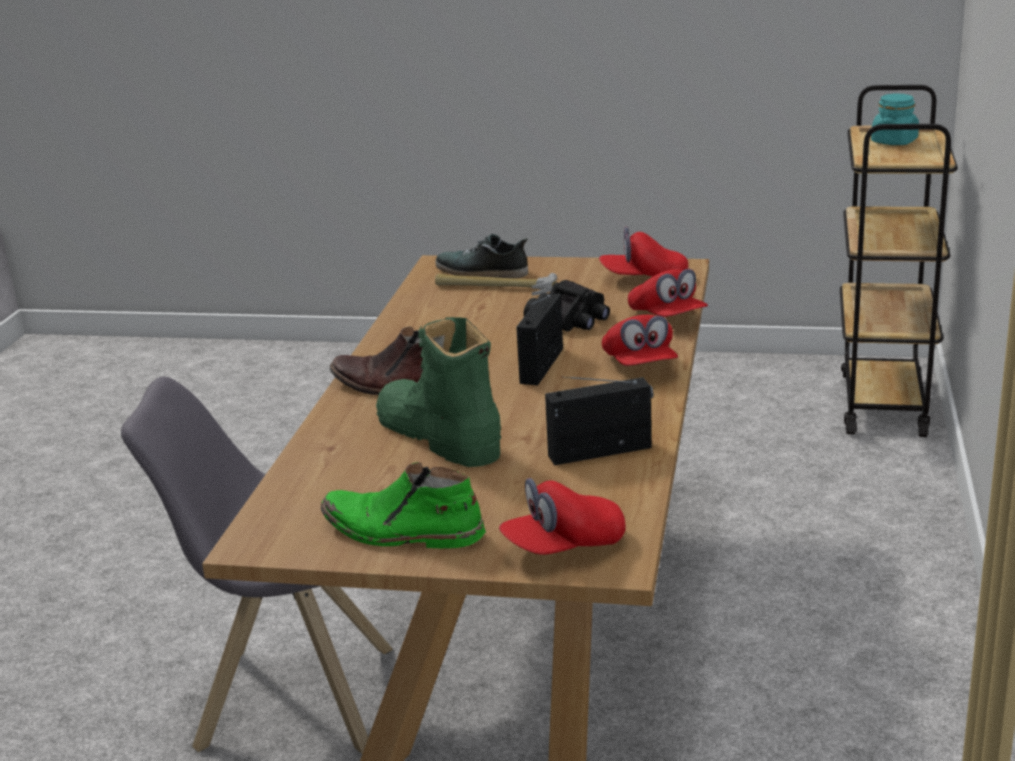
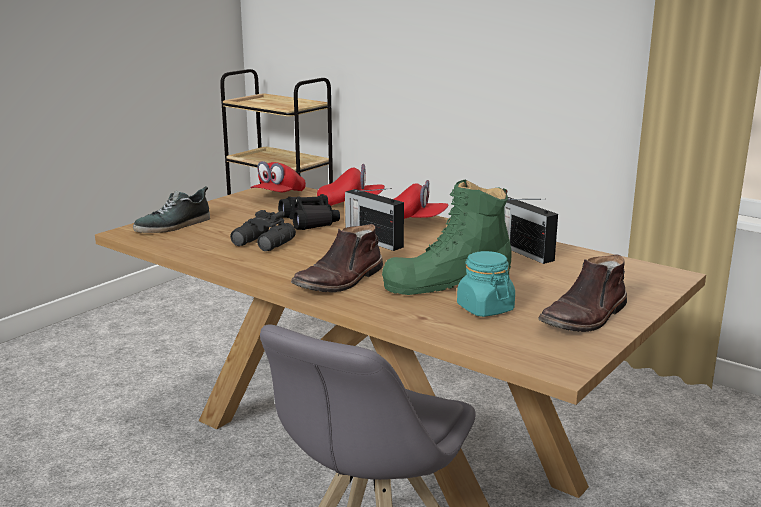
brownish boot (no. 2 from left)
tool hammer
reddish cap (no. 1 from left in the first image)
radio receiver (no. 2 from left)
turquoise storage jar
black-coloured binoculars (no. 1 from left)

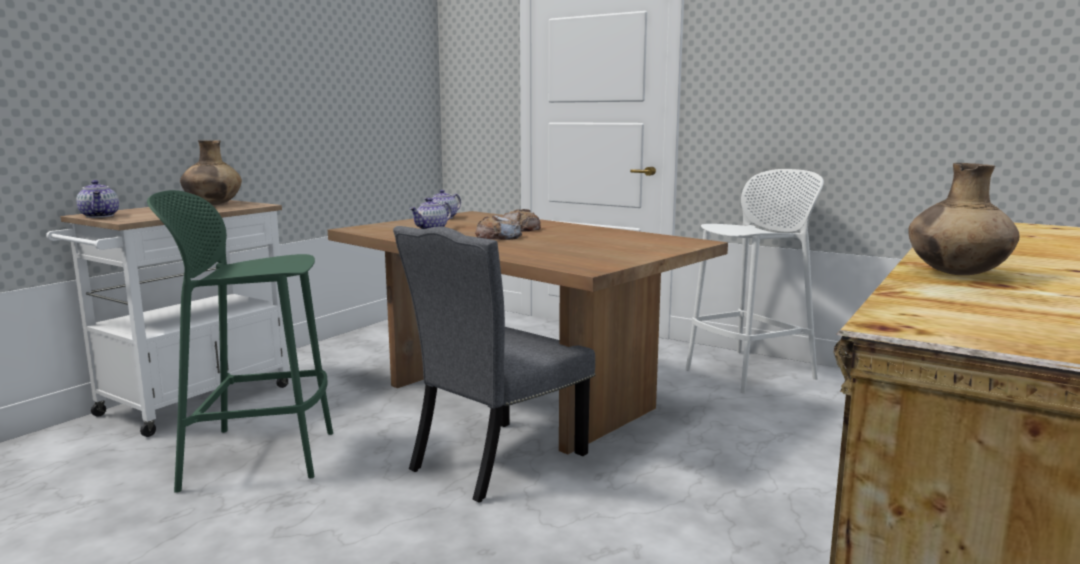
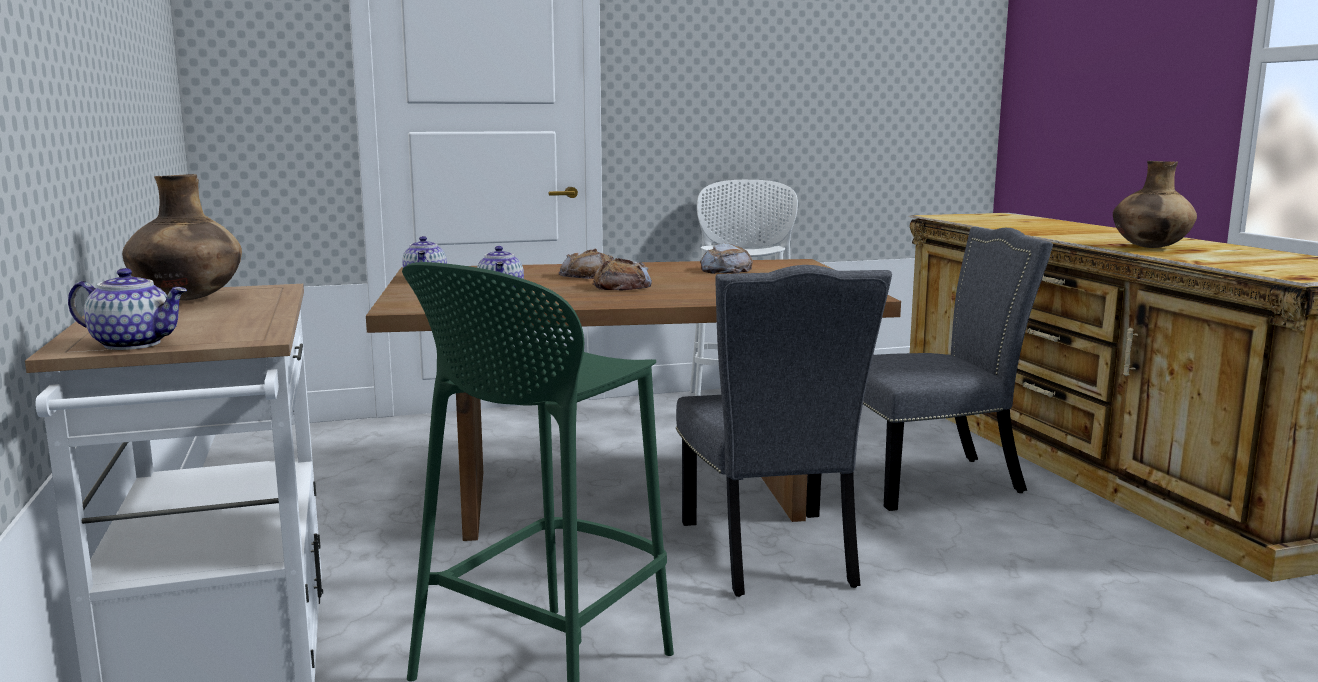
baked bread (no. 3 from left)
grey plain chair (no. 2 from left)

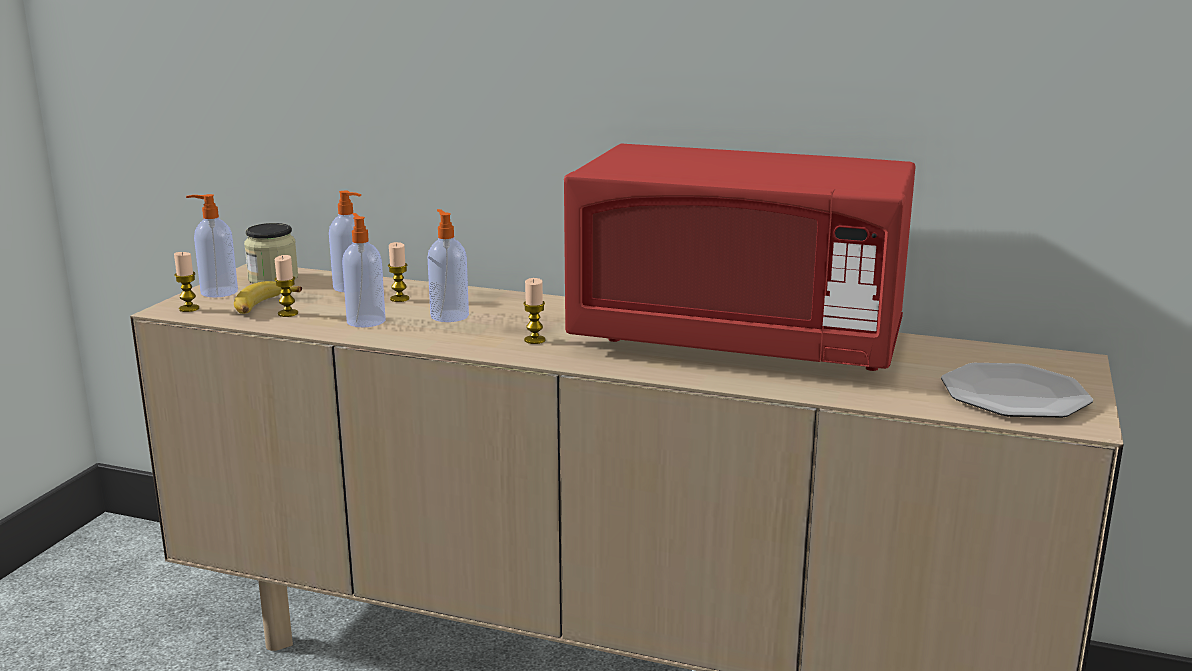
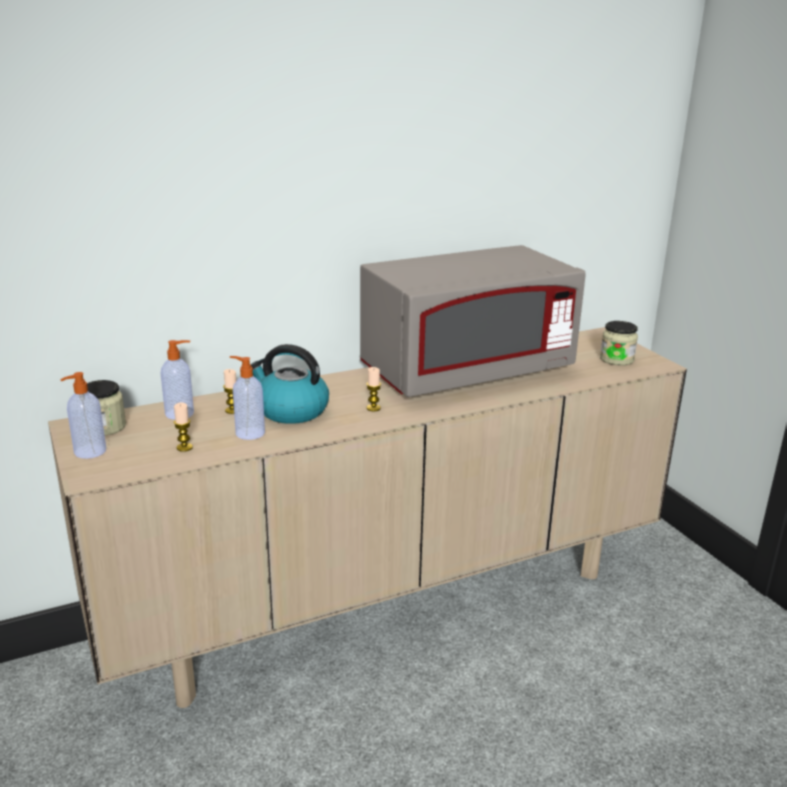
wax candle (no. 1 from left in the first image)
whole banana
kettle
grey microwave
storage jar (no. 2 from left)

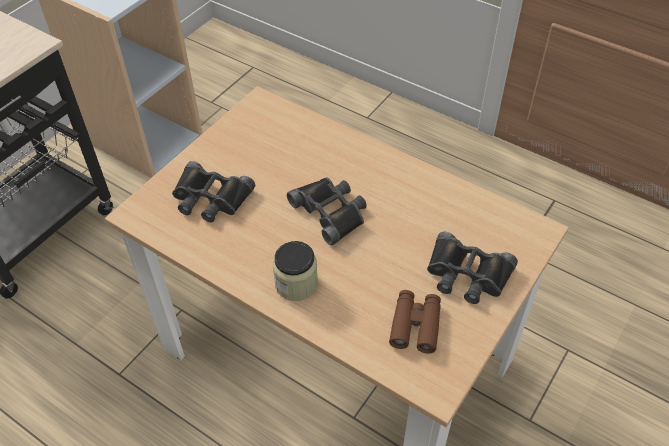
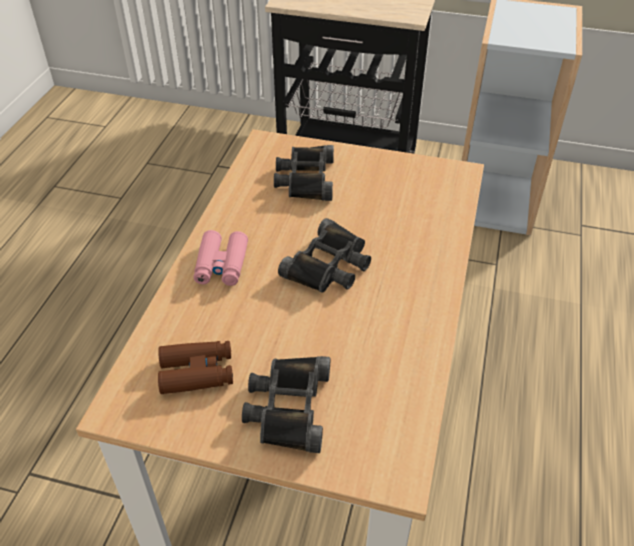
pink binoculars

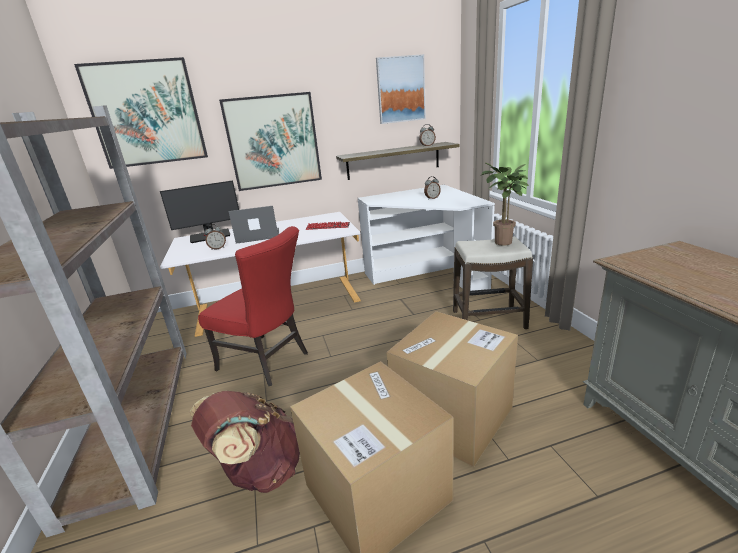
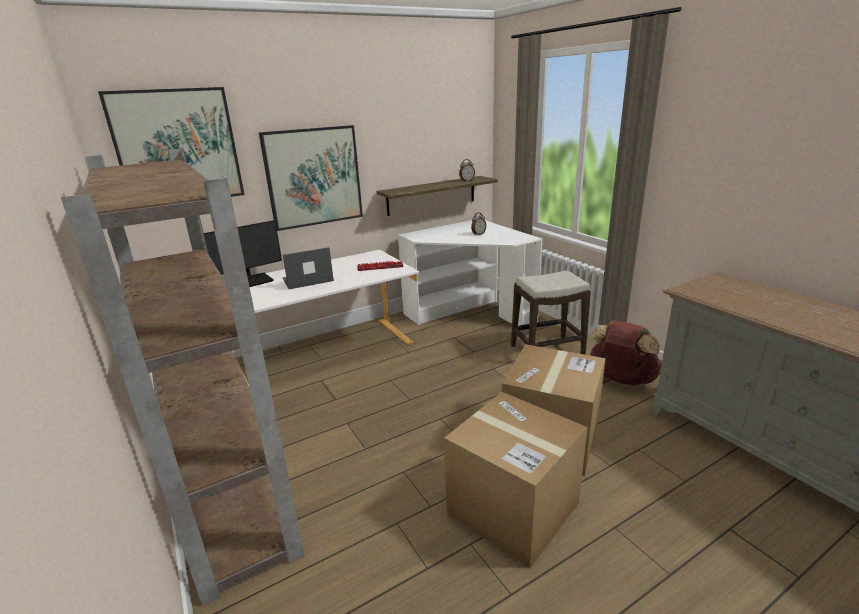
brownish backpack
reddish plain chair
table clock (no. 1 from left in the first image)
wall picture (no. 3 from left in the first image)
plant in a pot

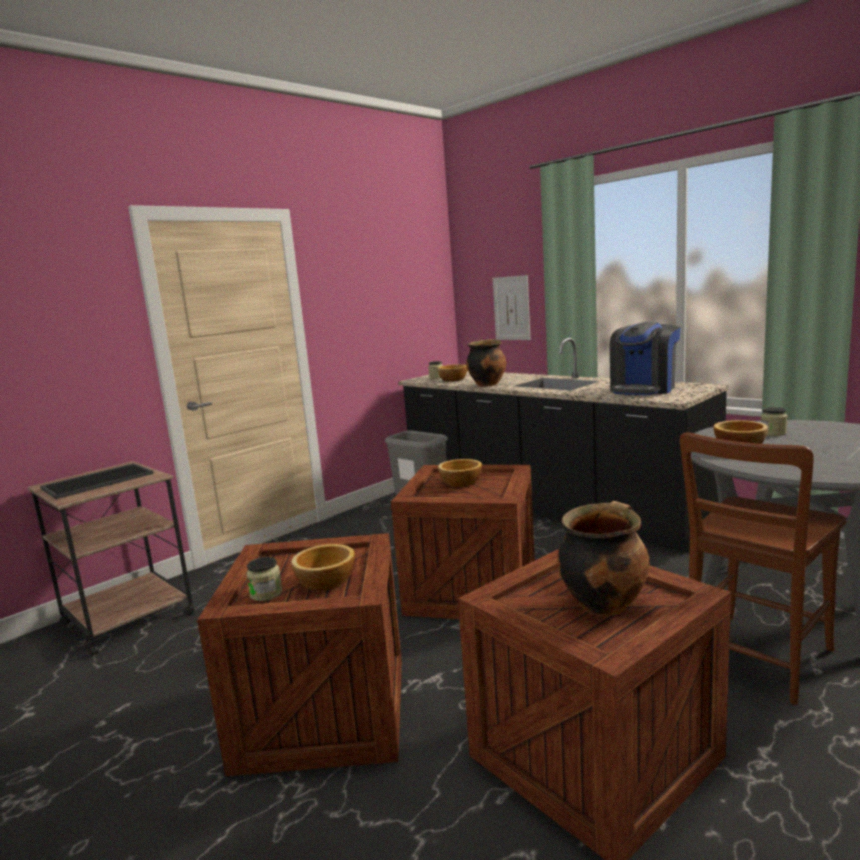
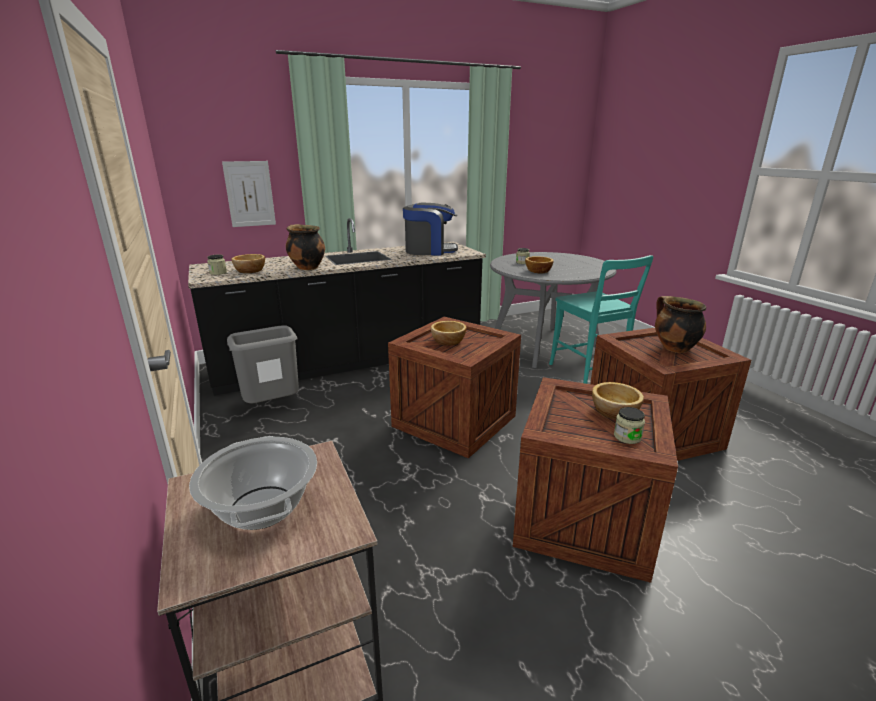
cooking pot (no. 1 from left)
coffee maker
turquoise plain chair

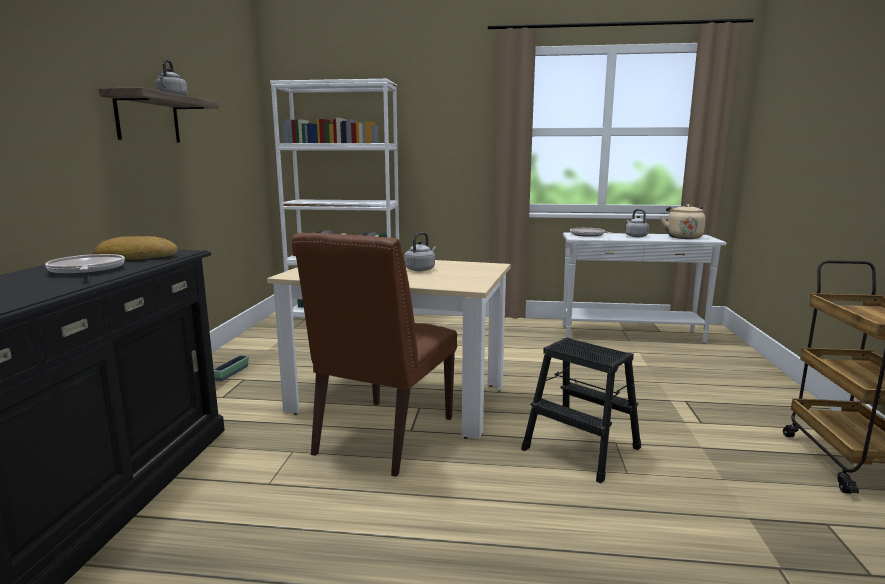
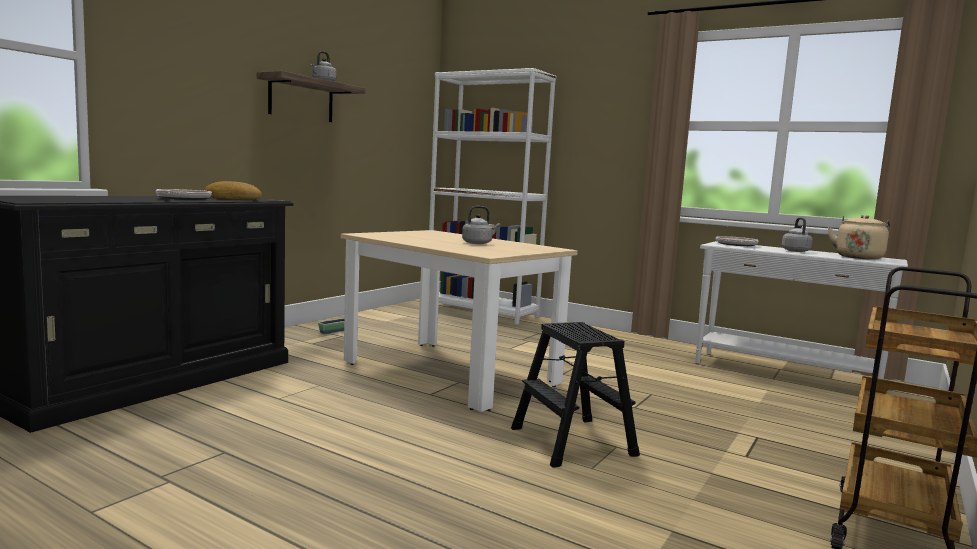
brownish plain chair

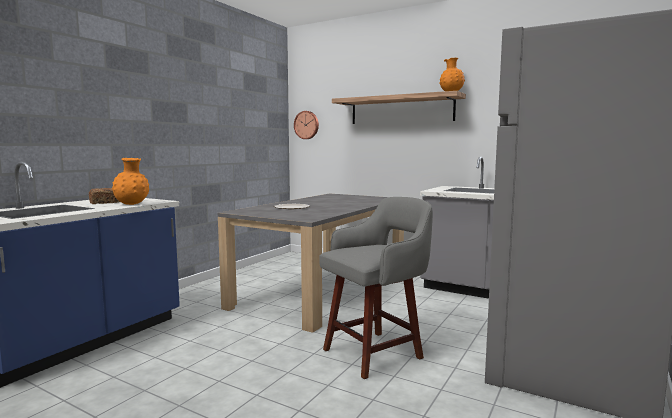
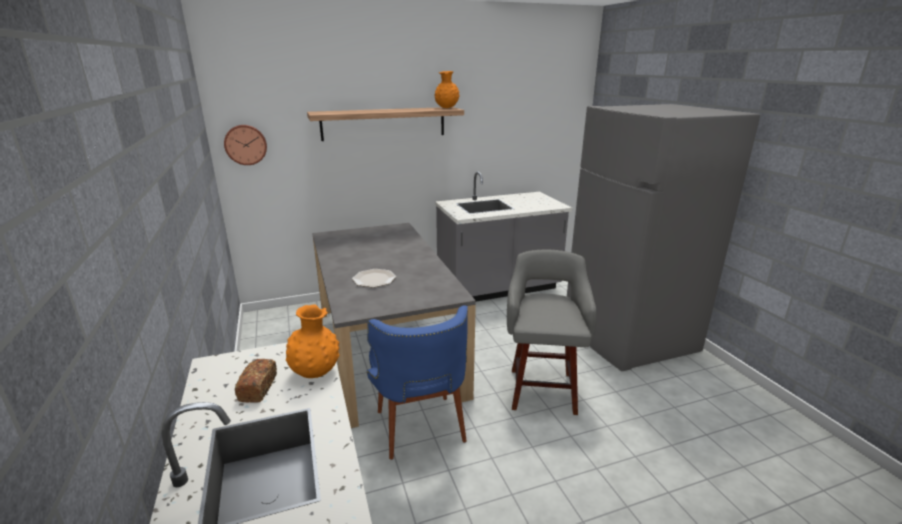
blue plain chair

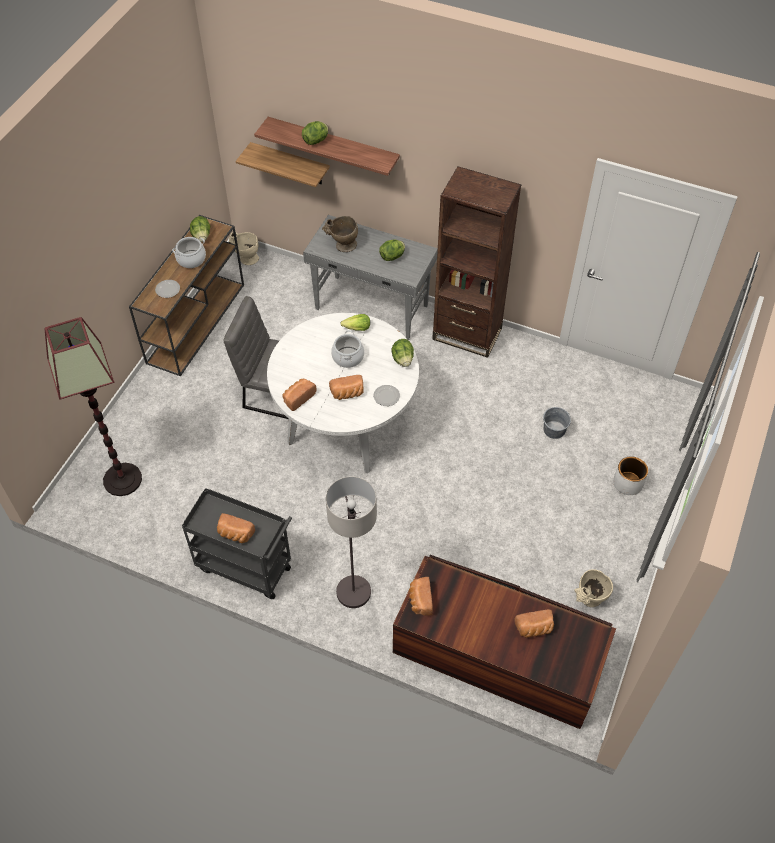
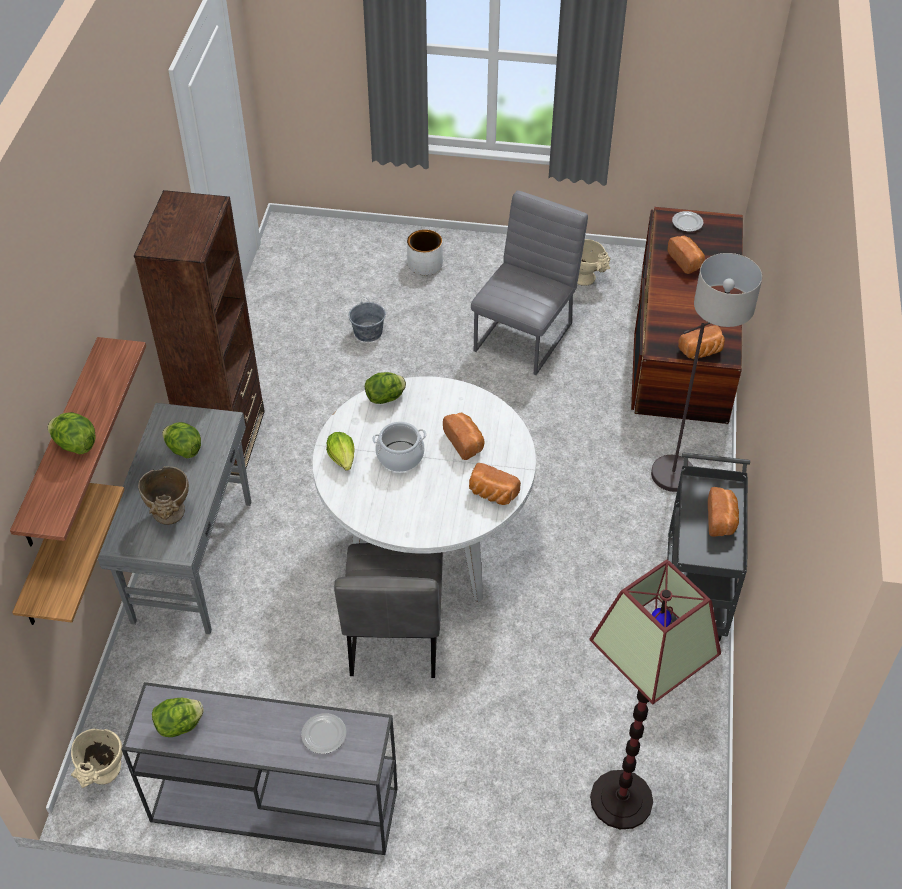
grey hall table (no. 2 from left)
cooking pot (no. 1 from left in the first image)
plate (no. 2 from left)
grey plain chair (no. 2 from left)

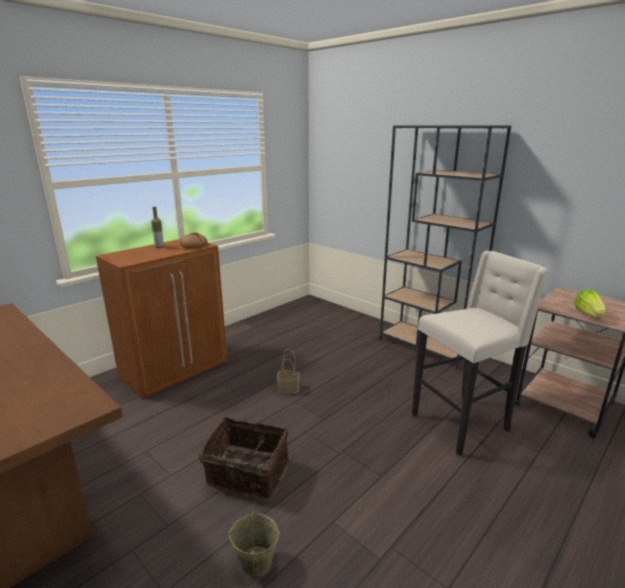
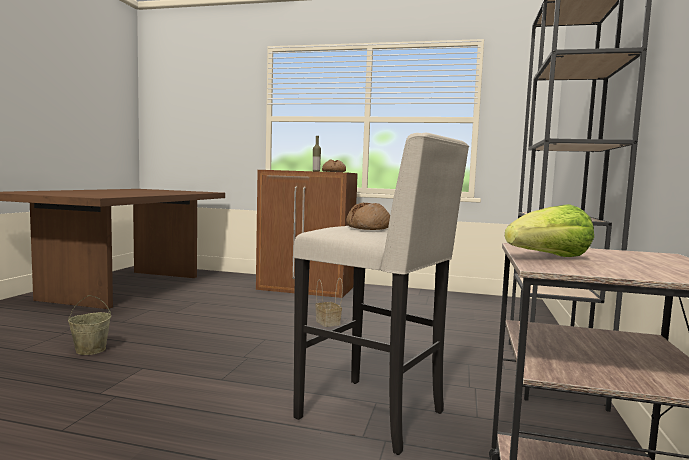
basket (no. 1 from left in the first image)
baked bread (no. 2 from left)

